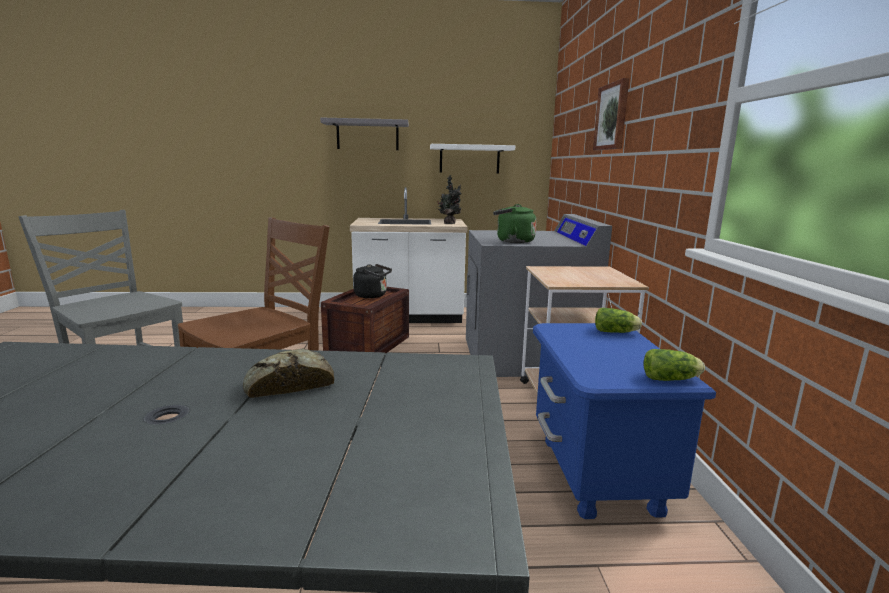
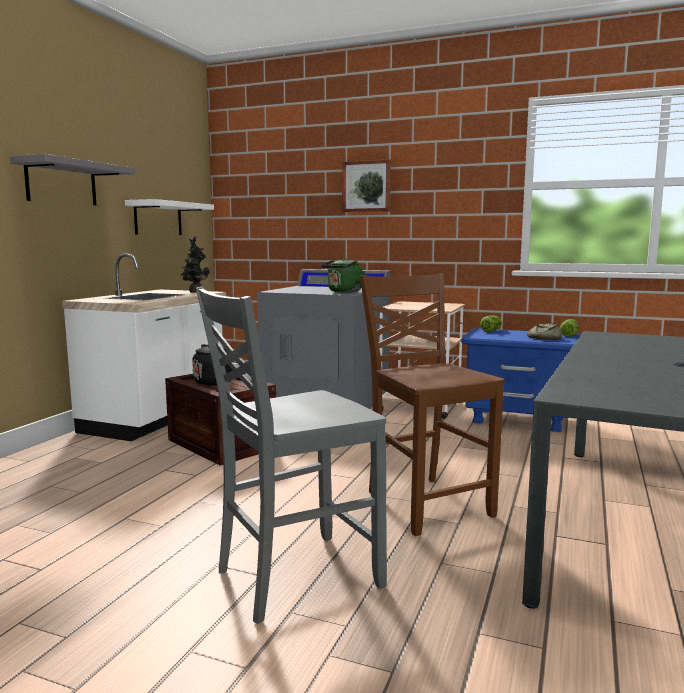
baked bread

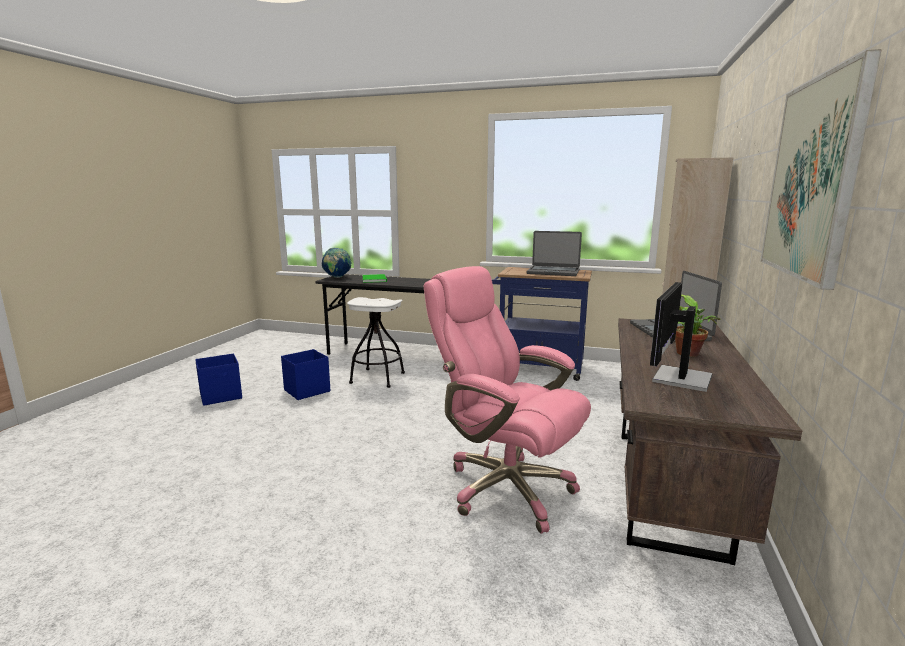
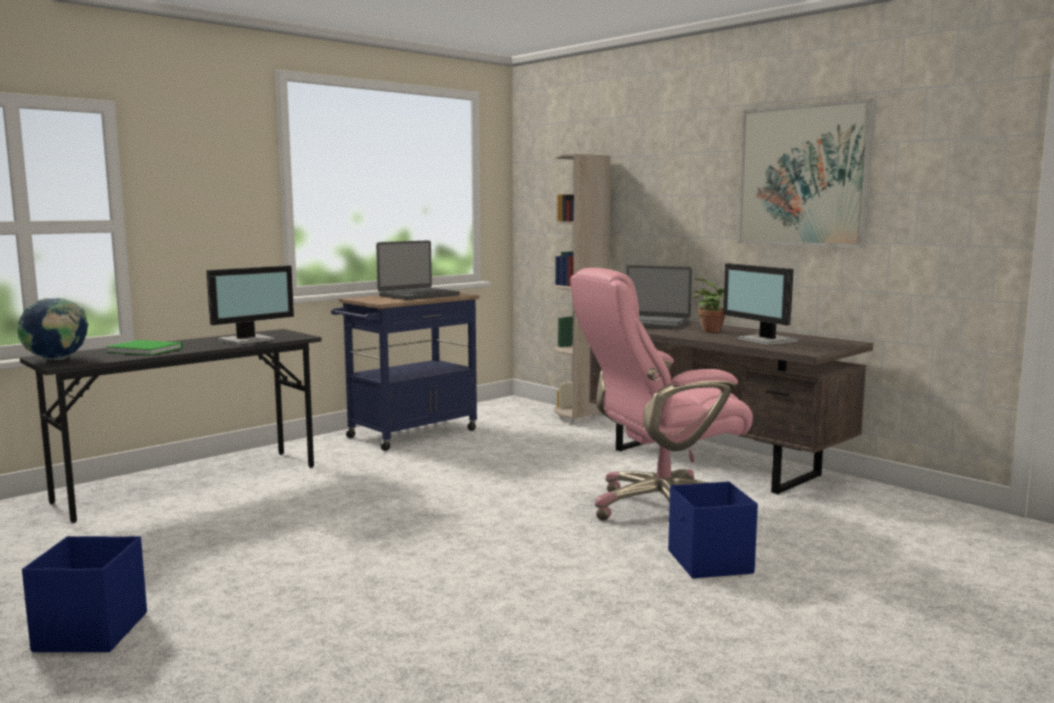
blue storage box (no. 2 from left)
white-coloured sitting stool
computer screen (no. 1 from left)

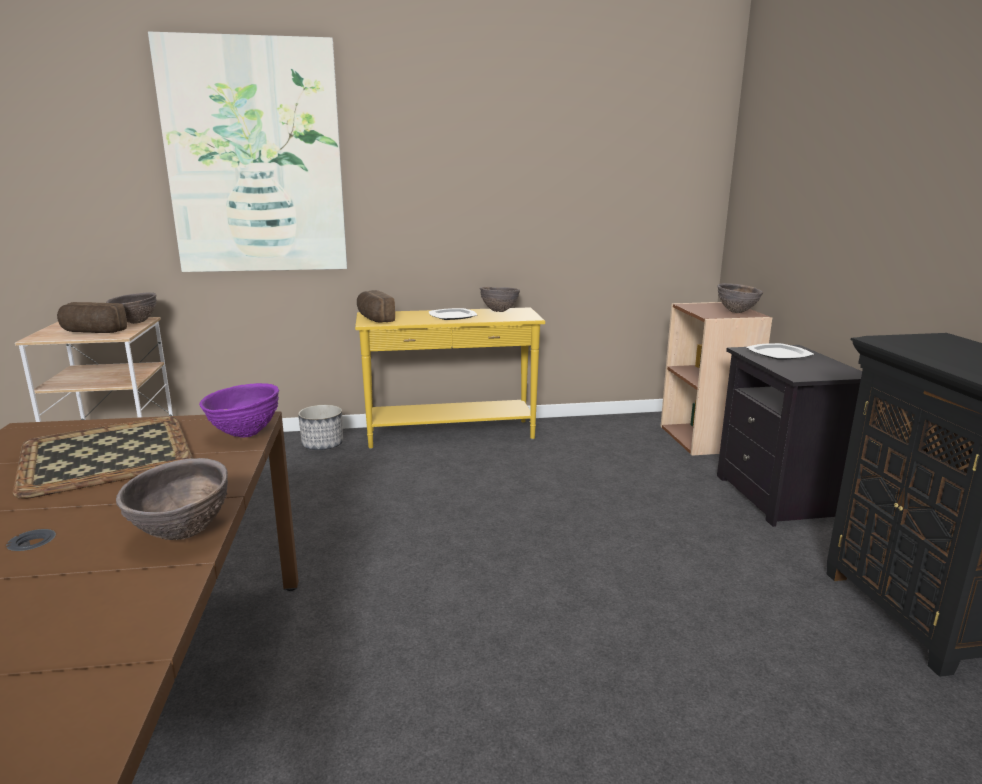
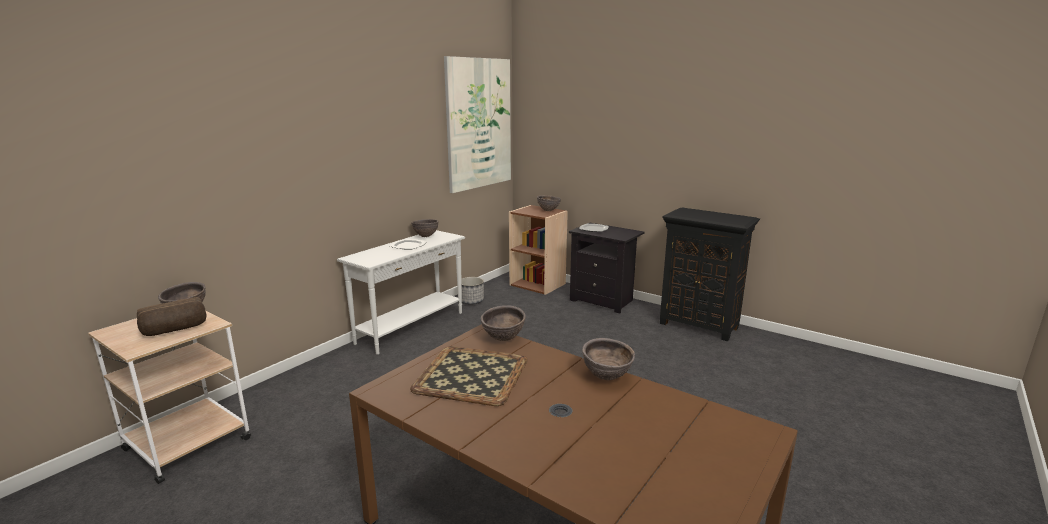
wall picture
brownish bowl (no. 3 from left)
planter
white-coloured hall table
baked bread (no. 2 from left in the first image)

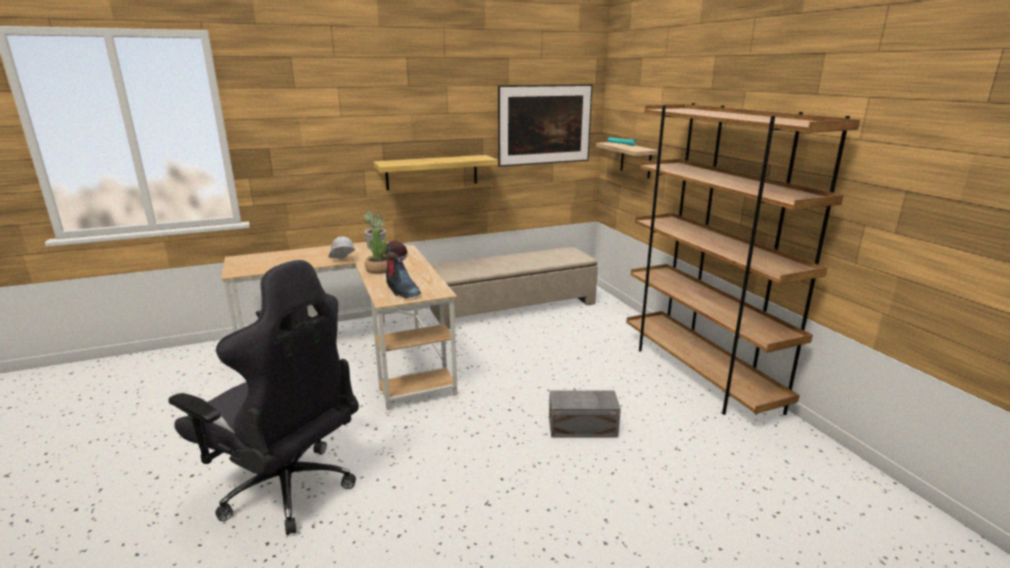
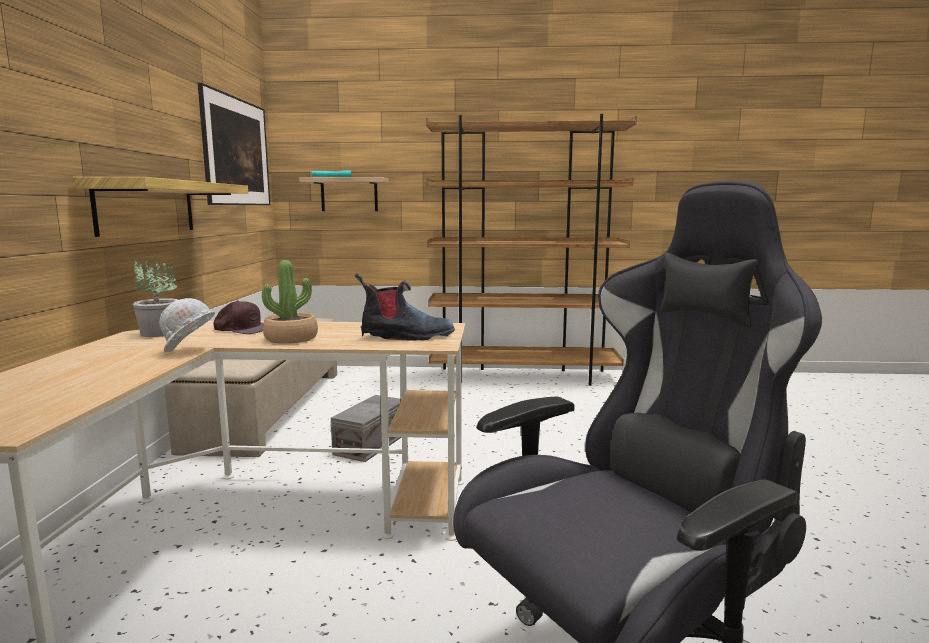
grey storage box

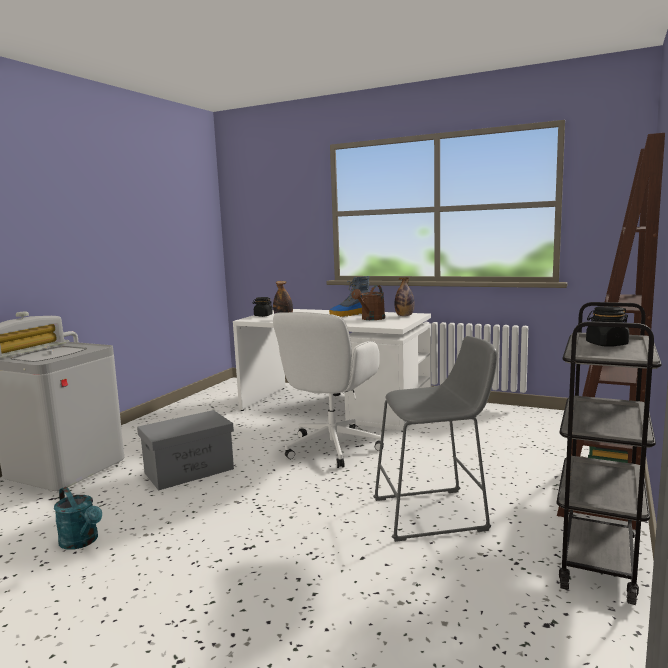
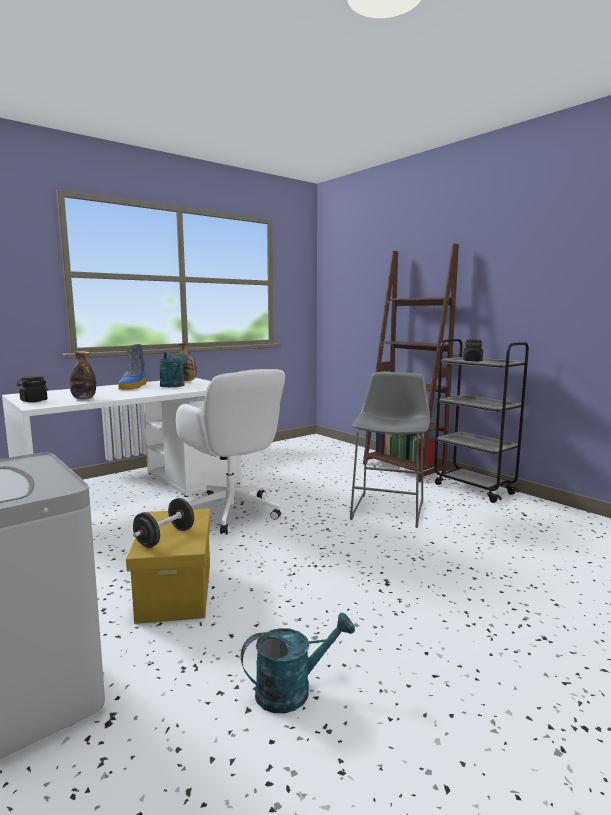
yellow storage box
turquoise sprinkling can (no. 1 from left)
black-coloured free weight

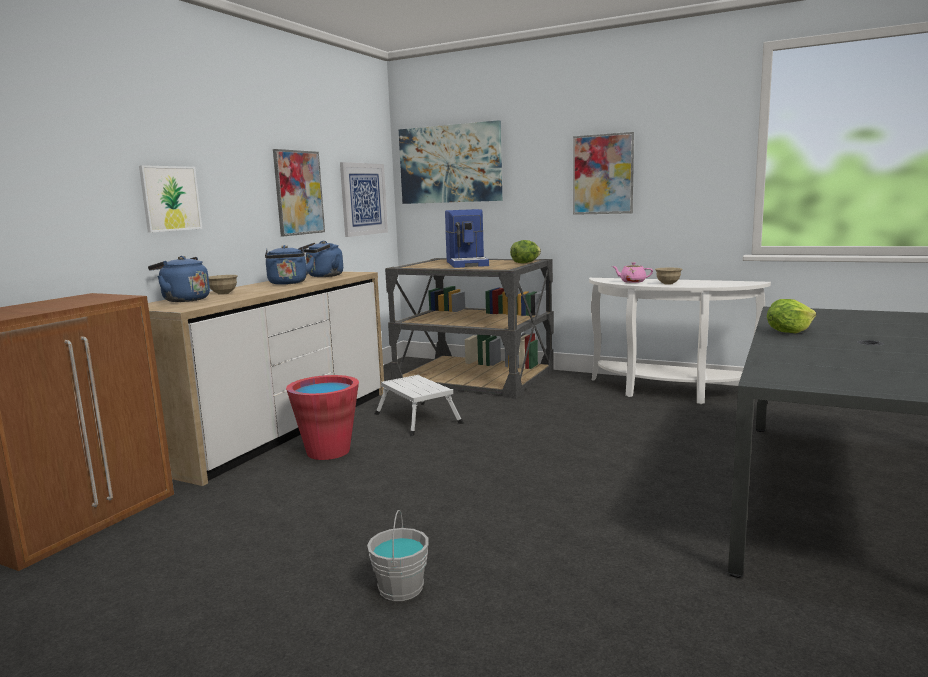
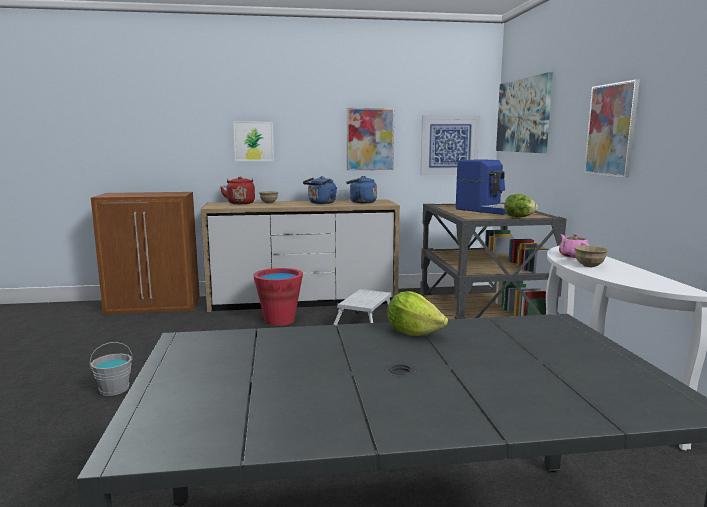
reddish kettle
coffee maker

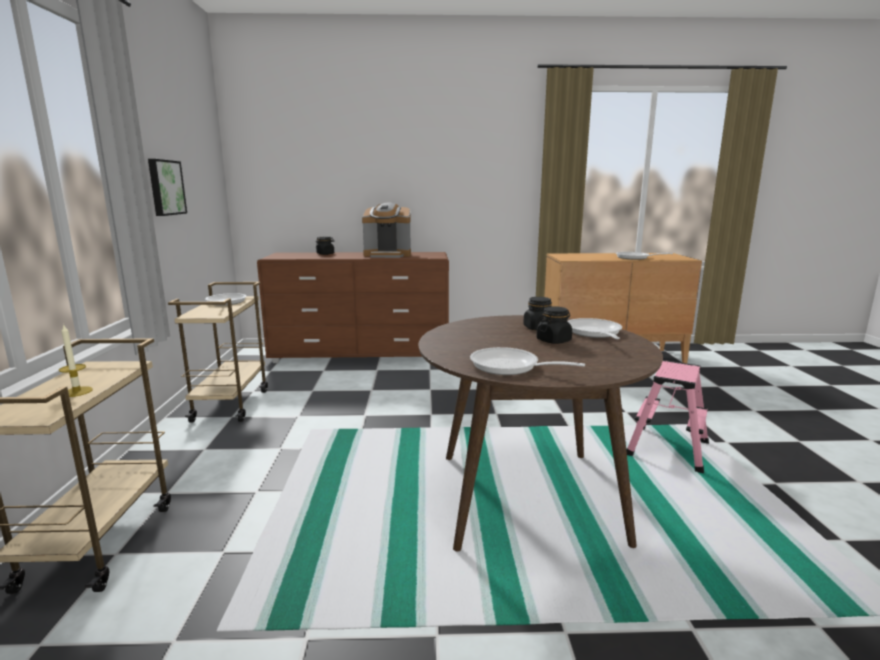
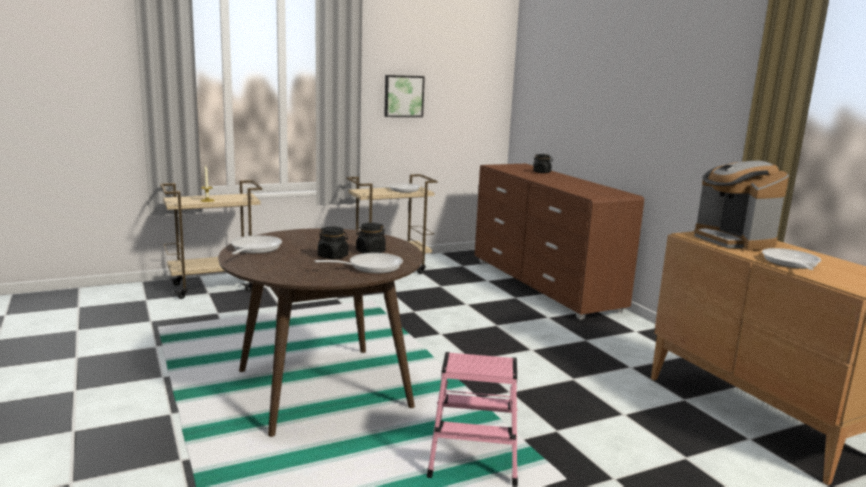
coffee maker

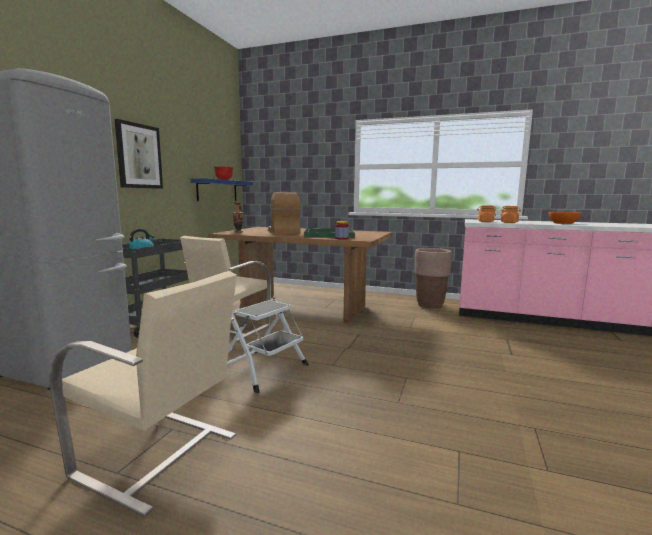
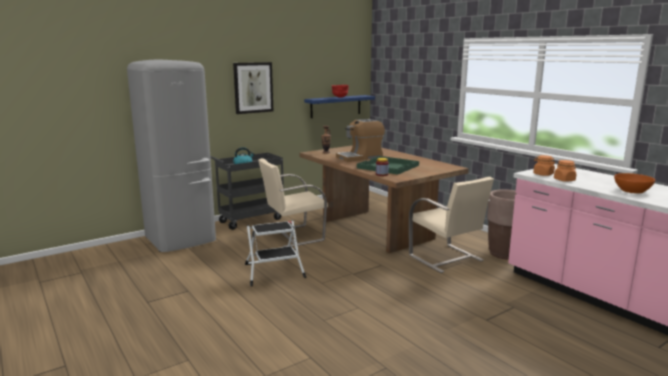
beige plain chair (no. 2 from left)
coffee maker

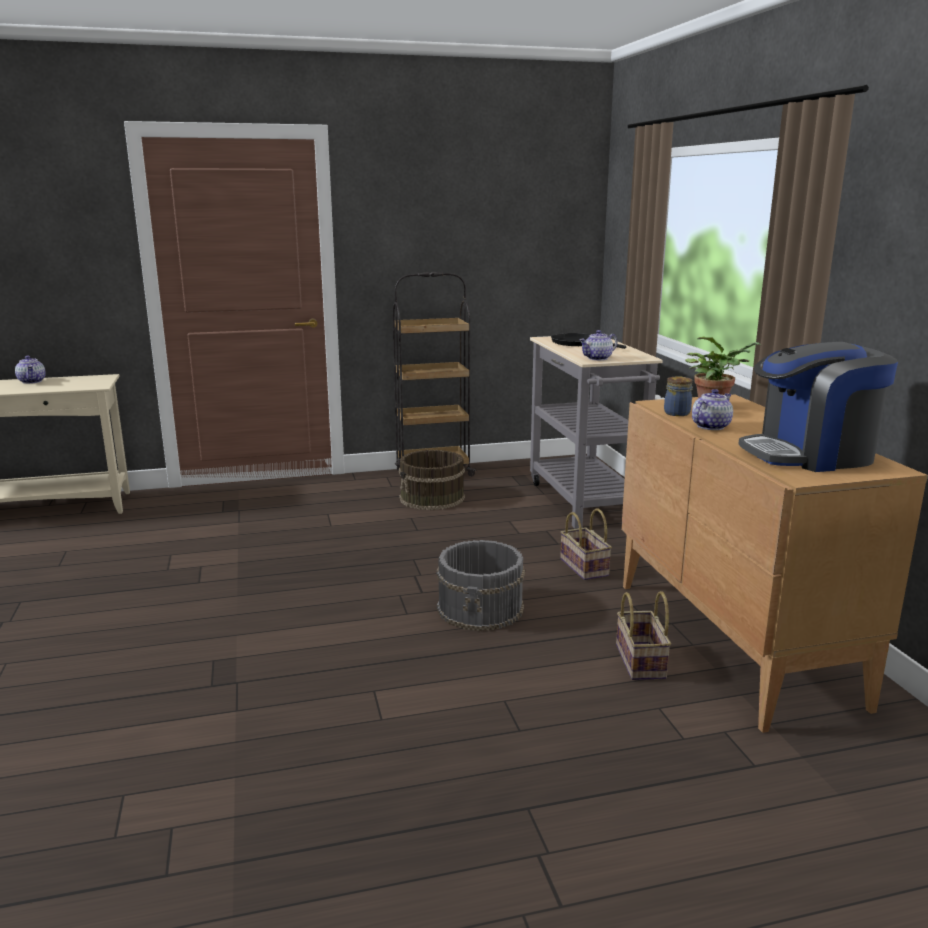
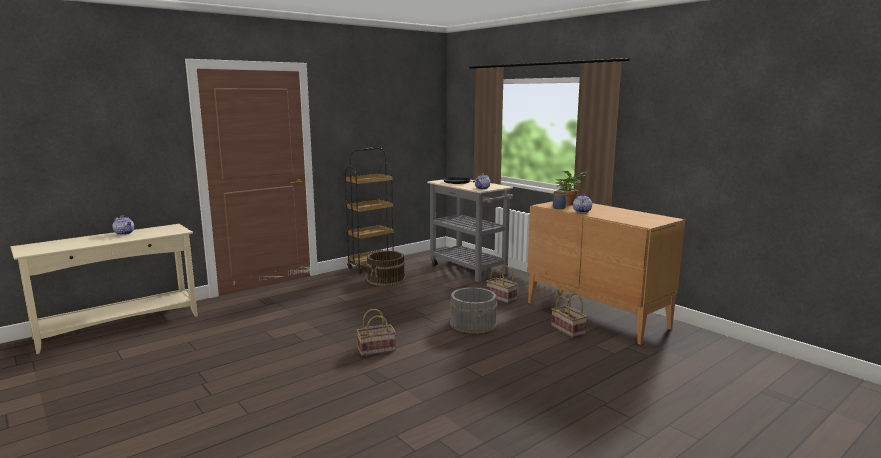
coffee maker
basket (no. 1 from left)

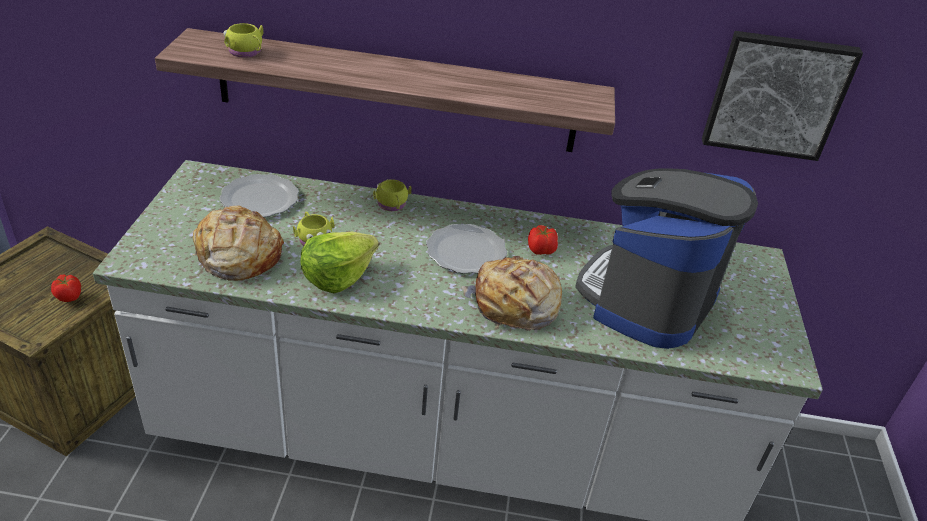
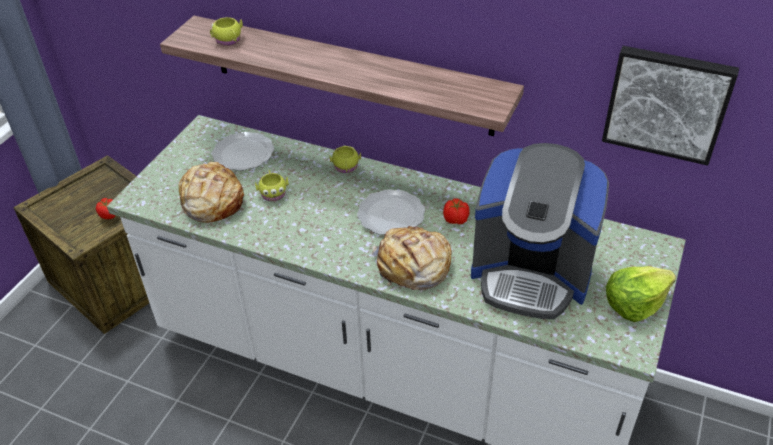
lettuce head
coffee maker

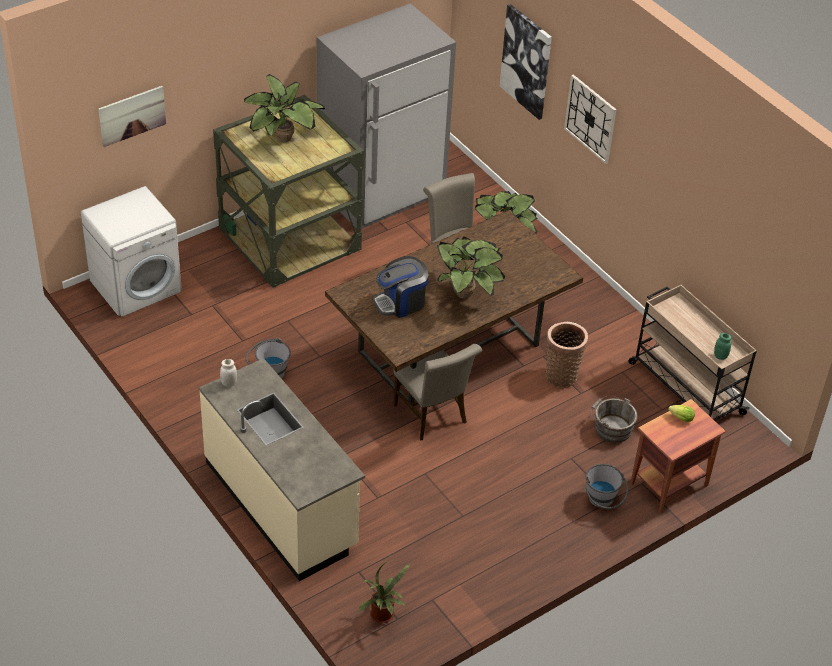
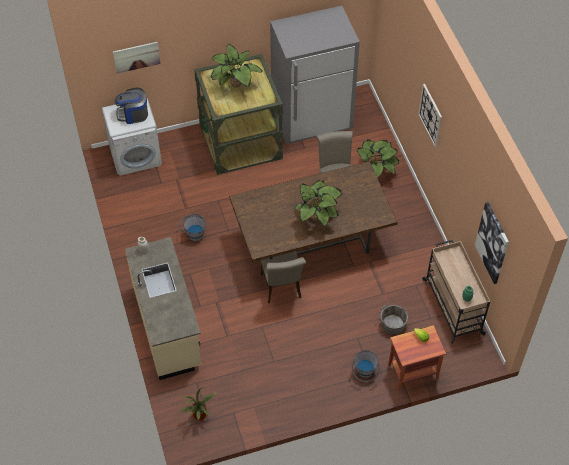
coffee maker
wall picture (no. 2 from left)
basket

